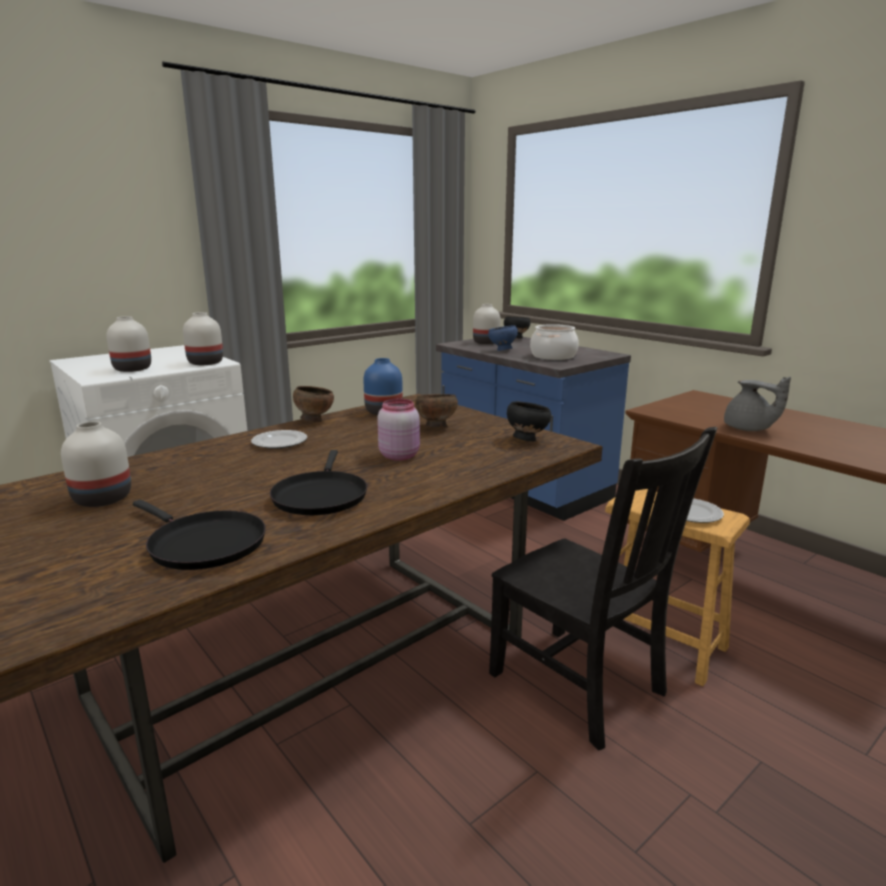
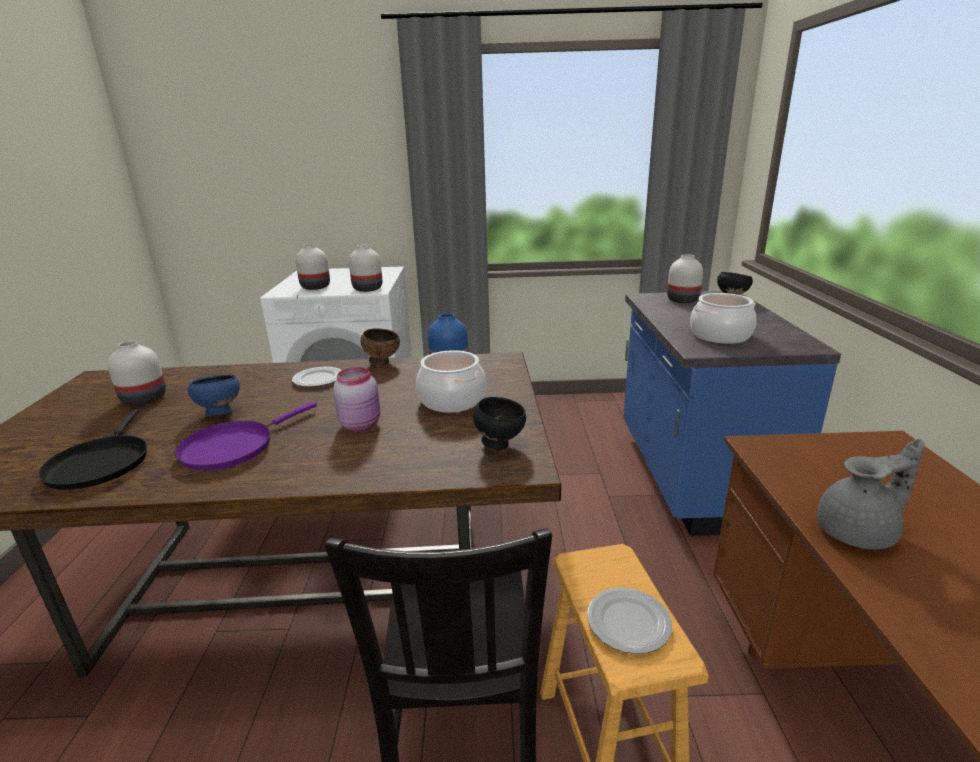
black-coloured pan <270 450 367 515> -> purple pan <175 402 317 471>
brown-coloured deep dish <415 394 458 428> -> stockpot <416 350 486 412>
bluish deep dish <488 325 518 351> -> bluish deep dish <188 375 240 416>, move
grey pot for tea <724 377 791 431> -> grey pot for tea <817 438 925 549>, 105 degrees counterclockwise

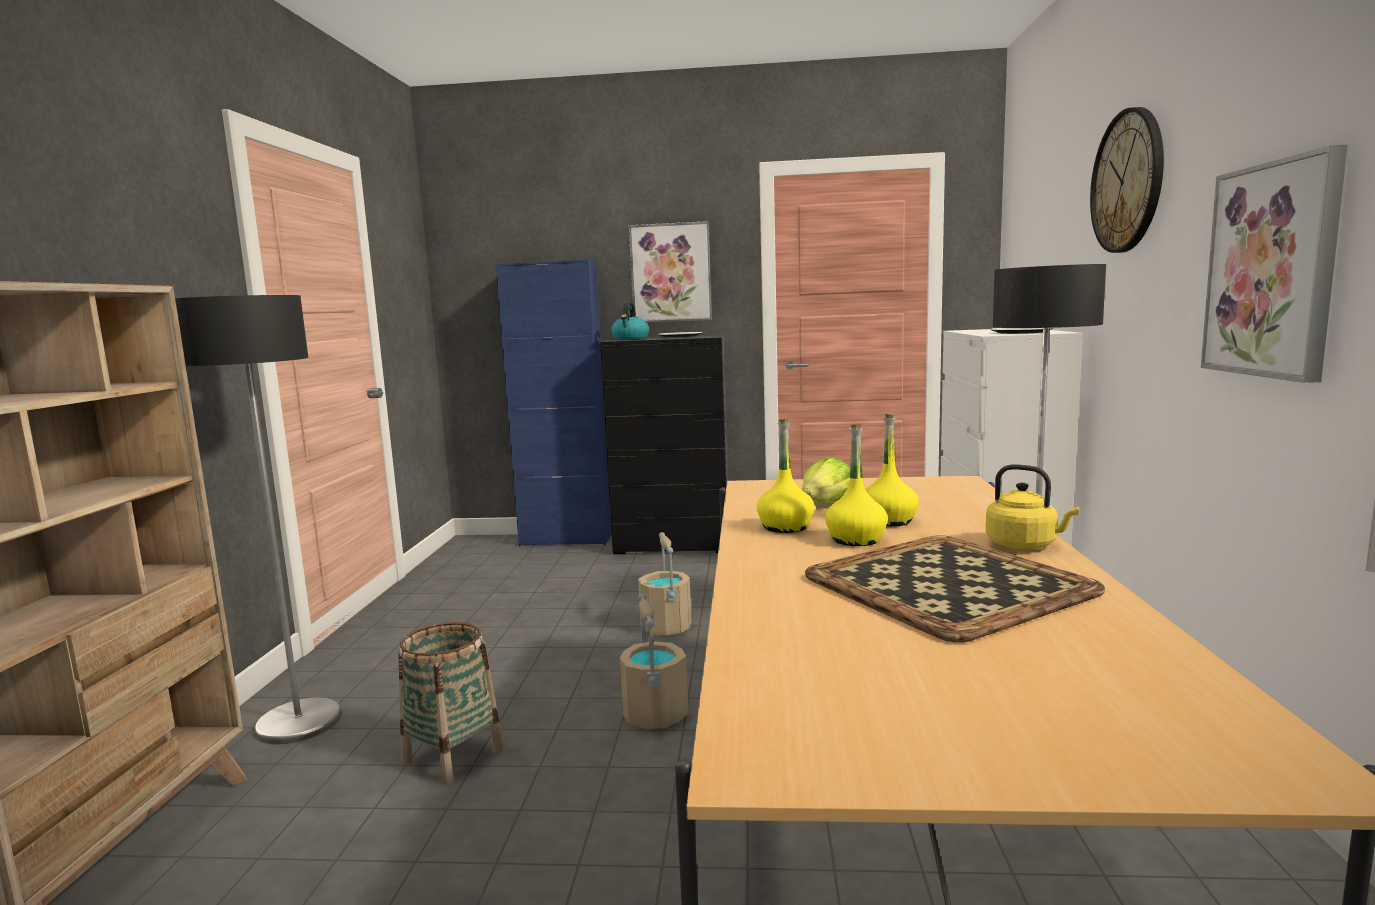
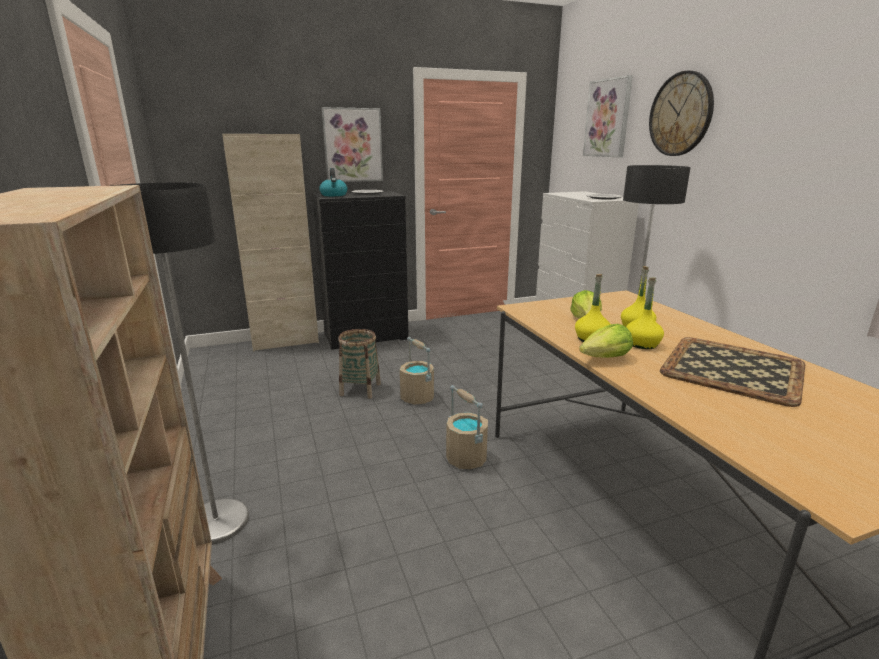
basket <398 622 503 785> -> basket <338 329 381 399>, move
bluish cabinet <496 259 612 546> -> beige-coloured cabinet <222 134 319 351>
yellowish water kettle <986 464 1079 549> -> none
wall art <1201 145 1347 383> -> wall art <583 75 633 157>, move
none -> lettuce head <579 324 633 358>

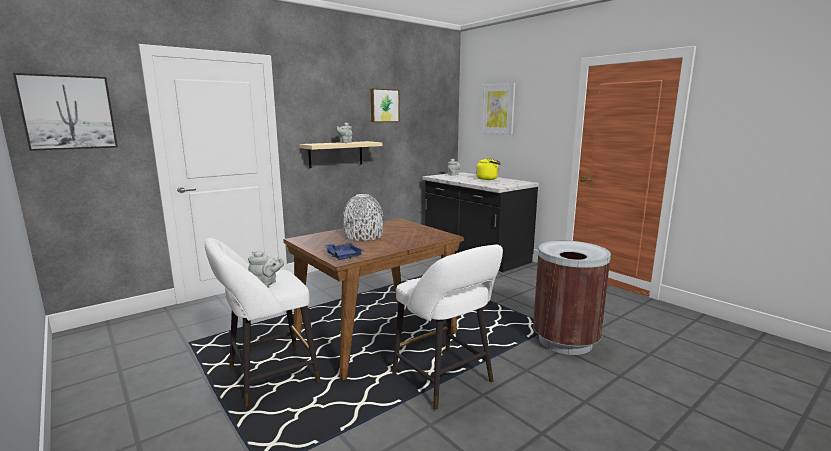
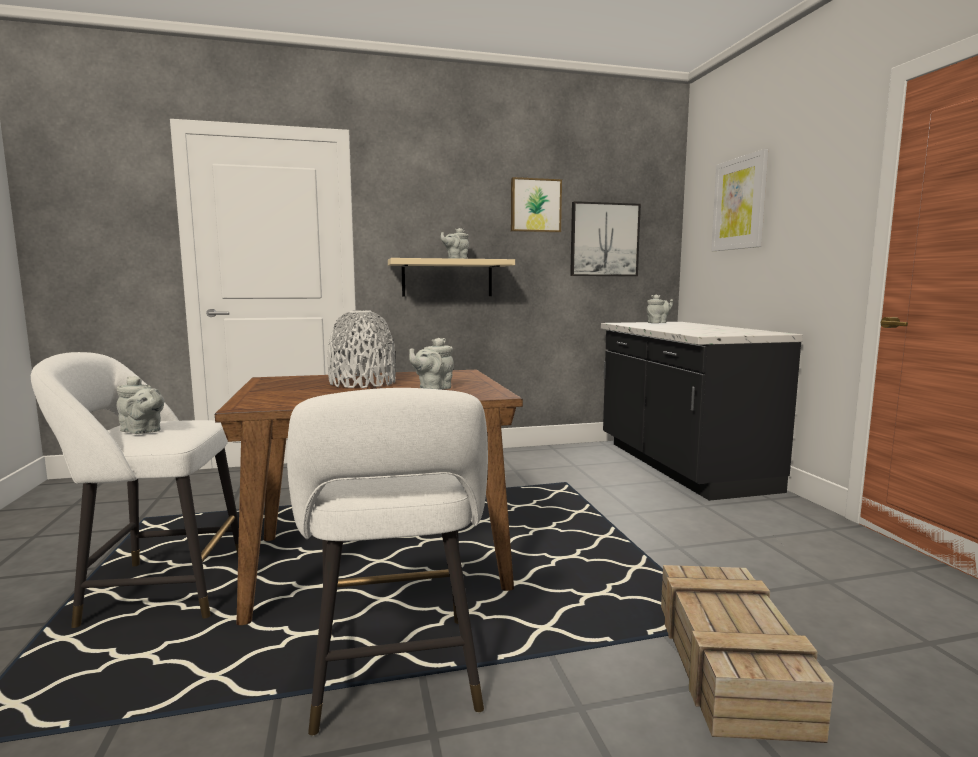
wall art <13 73 118 151> -> wall art <570 201 641 276>, move
bluish serving tray <325 243 364 260> -> none
yellowish water kettle <476 158 501 180> -> none
brown-coloured rubbish bin <533 241 611 355> -> shipping crate <661 565 834 743>
none -> grey pot for tea <409 338 454 390>

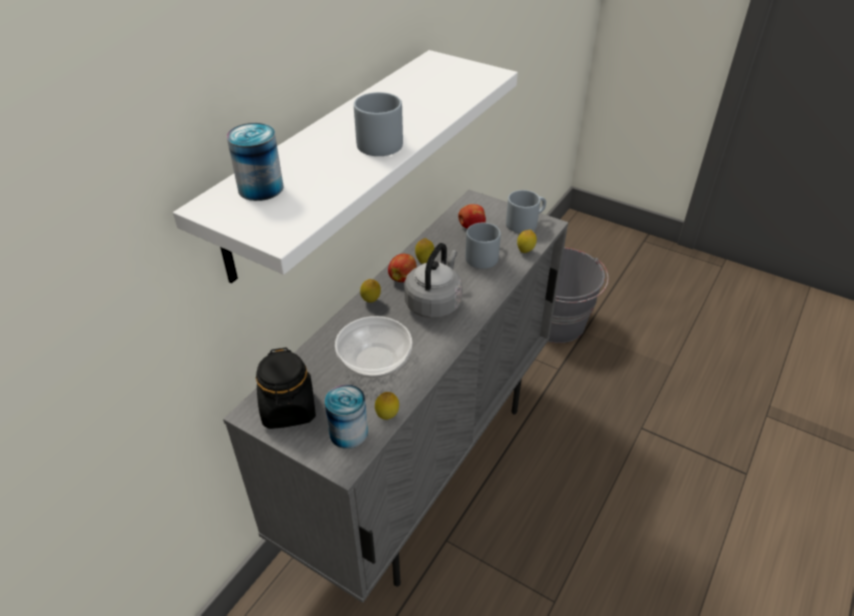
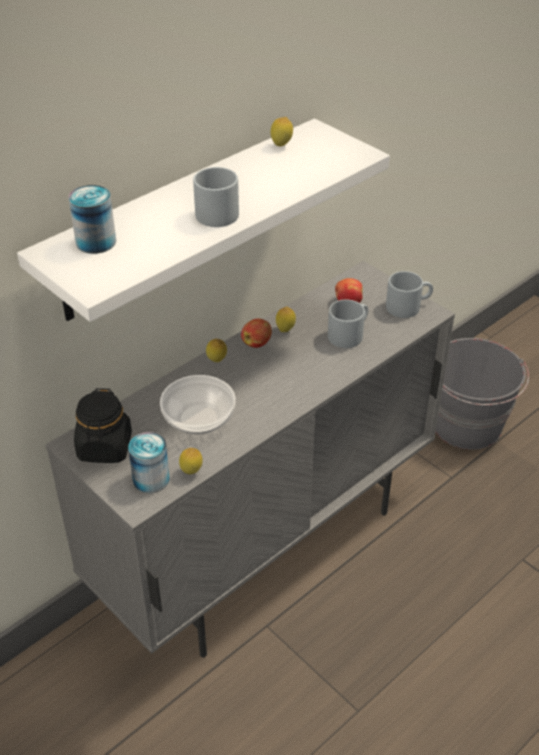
grey water kettle <404 243 462 318> -> none
whole lemon <517 229 537 253> -> whole lemon <270 117 293 146>, move

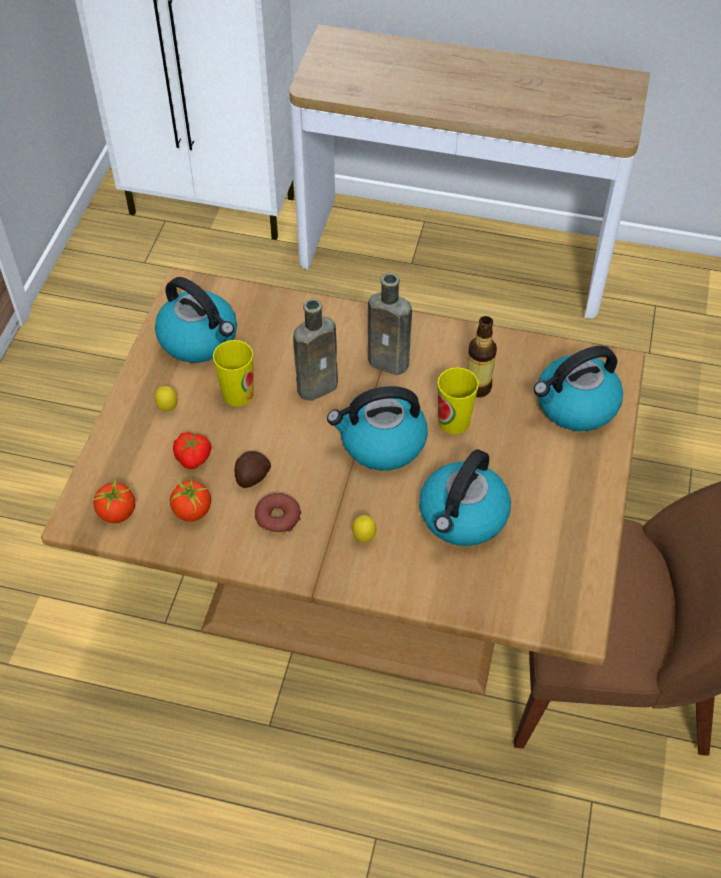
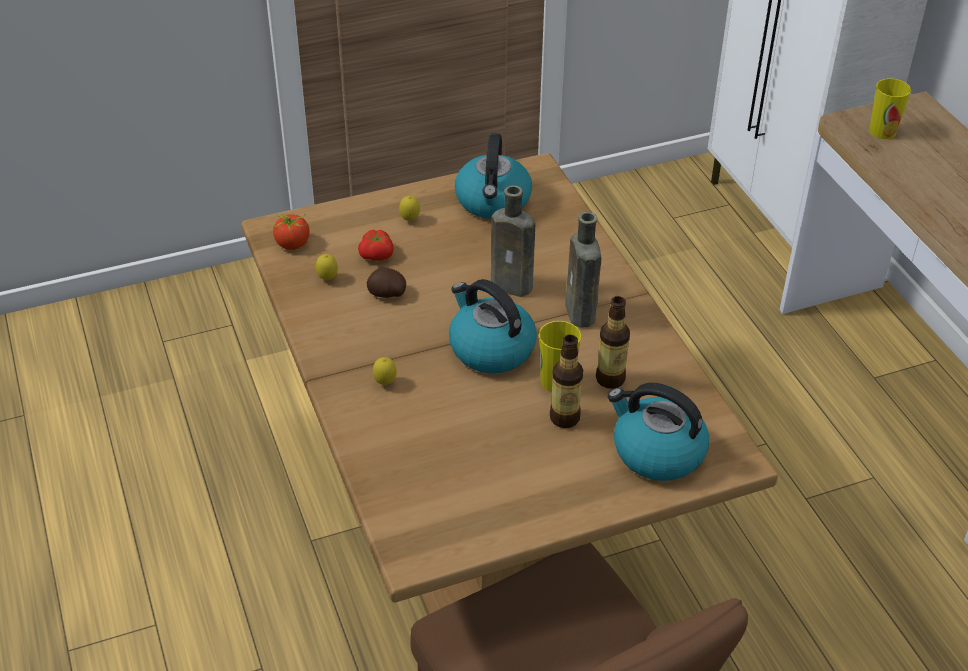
fresh tomato <170 471 211 522> -> whole lemon <316 254 338 280>
small cup <213 340 254 406> -> small cup <869 78 911 139>, move
donut <255 493 301 534> -> none
water kettle <419 450 511 546> -> none
none -> beverage bottle <550 335 583 428>

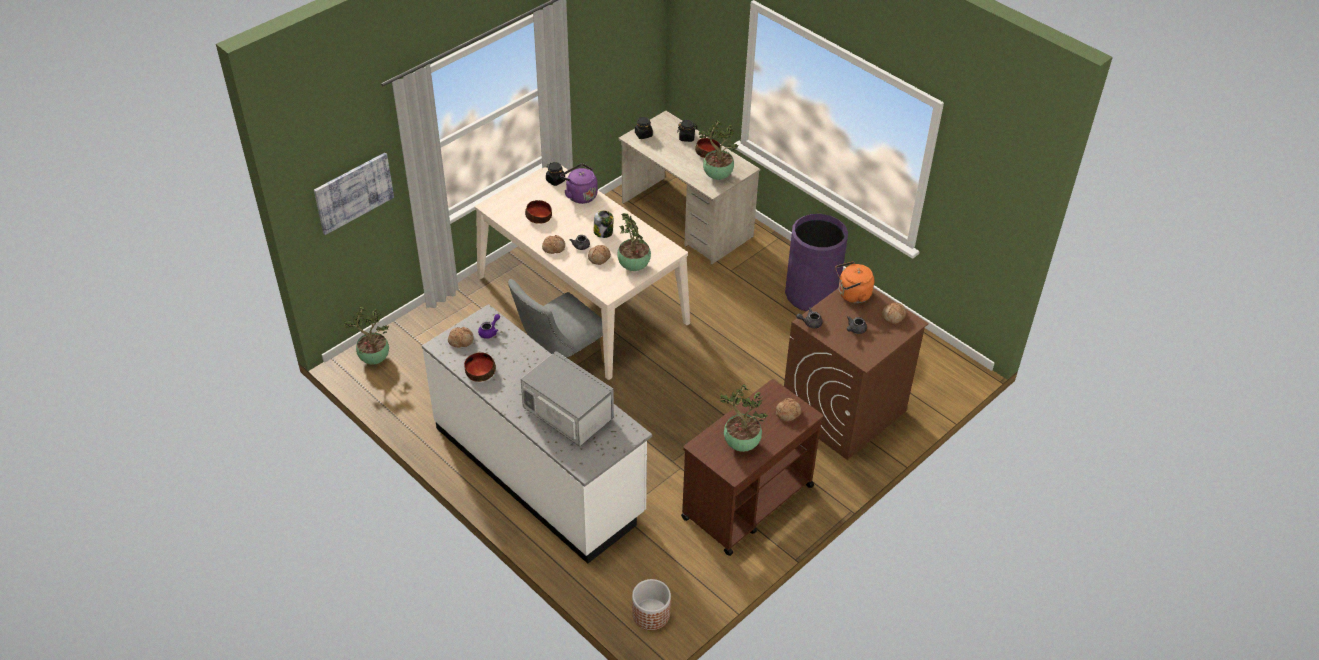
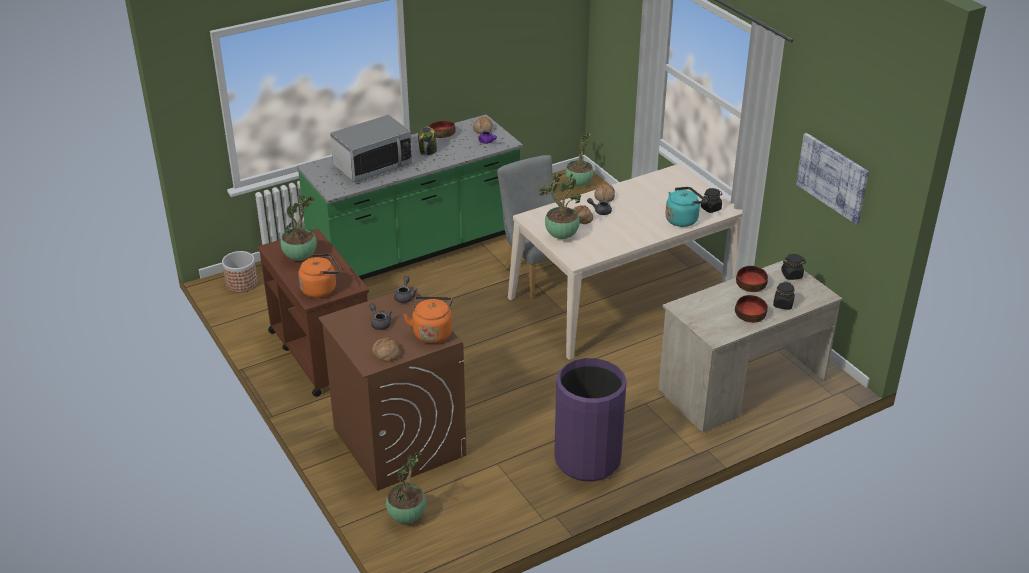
wall art <314 153 394 235> -> wall art <796 133 869 224>, move
whitish counter <422 304 652 564> -> green counter <297 115 523 280>
deep dish <525 200 552 224> -> deep dish <736 266 768 292>, move
purple water kettle <560 164 598 204> -> blue-green water kettle <665 187 707 227>
jar <594 210 613 238> -> jar <418 127 437 155>, move
potted plant <699 121 739 180> -> potted plant <386 452 426 523>, move
baked bread <776 398 801 421> -> orange water kettle <298 254 340 298>

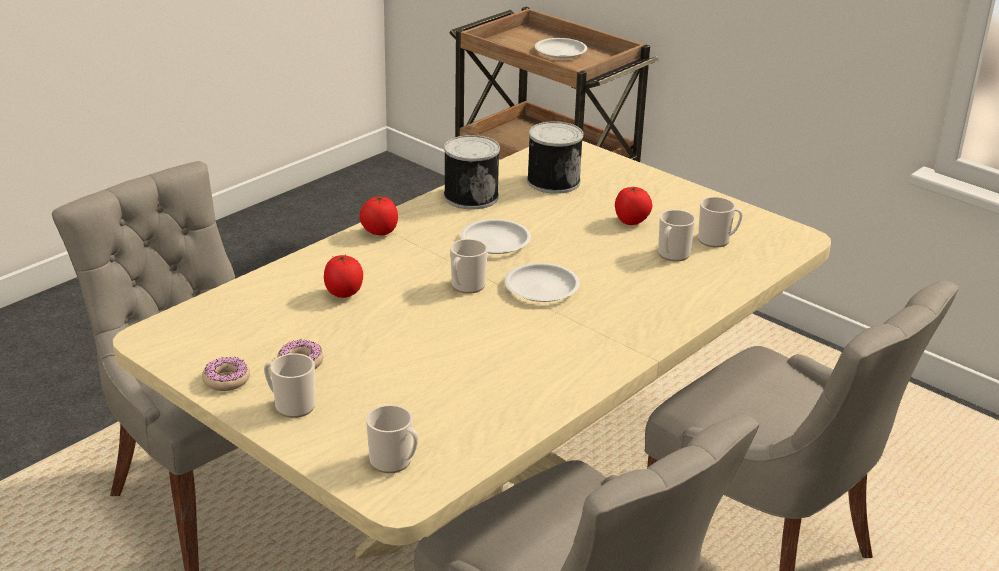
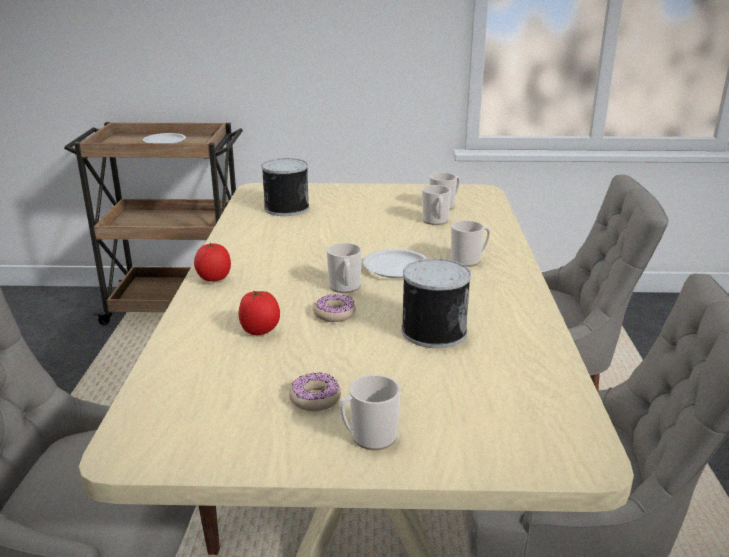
donut <202 357 250 391> -> donut <313 294 356 322>, move
coffee mug <366 405 418 473> -> coffee mug <451 220 490 267>, move
metal can <444 135 500 209> -> metal can <401 258 471 348>, move
whitish flat dish <460 219 531 254> -> none
fresh tomato <615 186 652 225> -> none

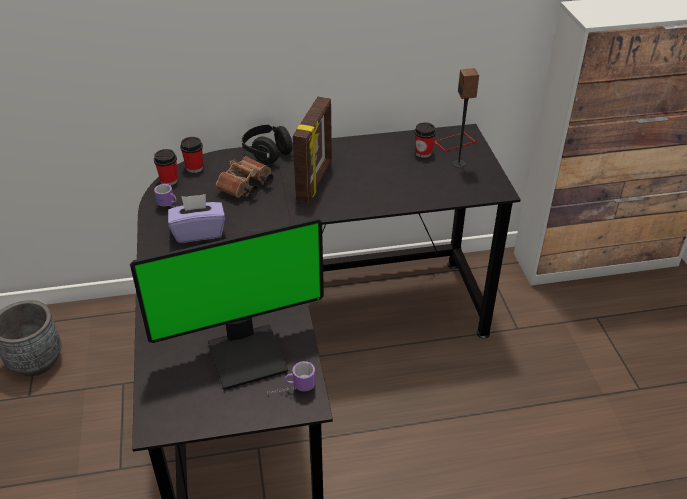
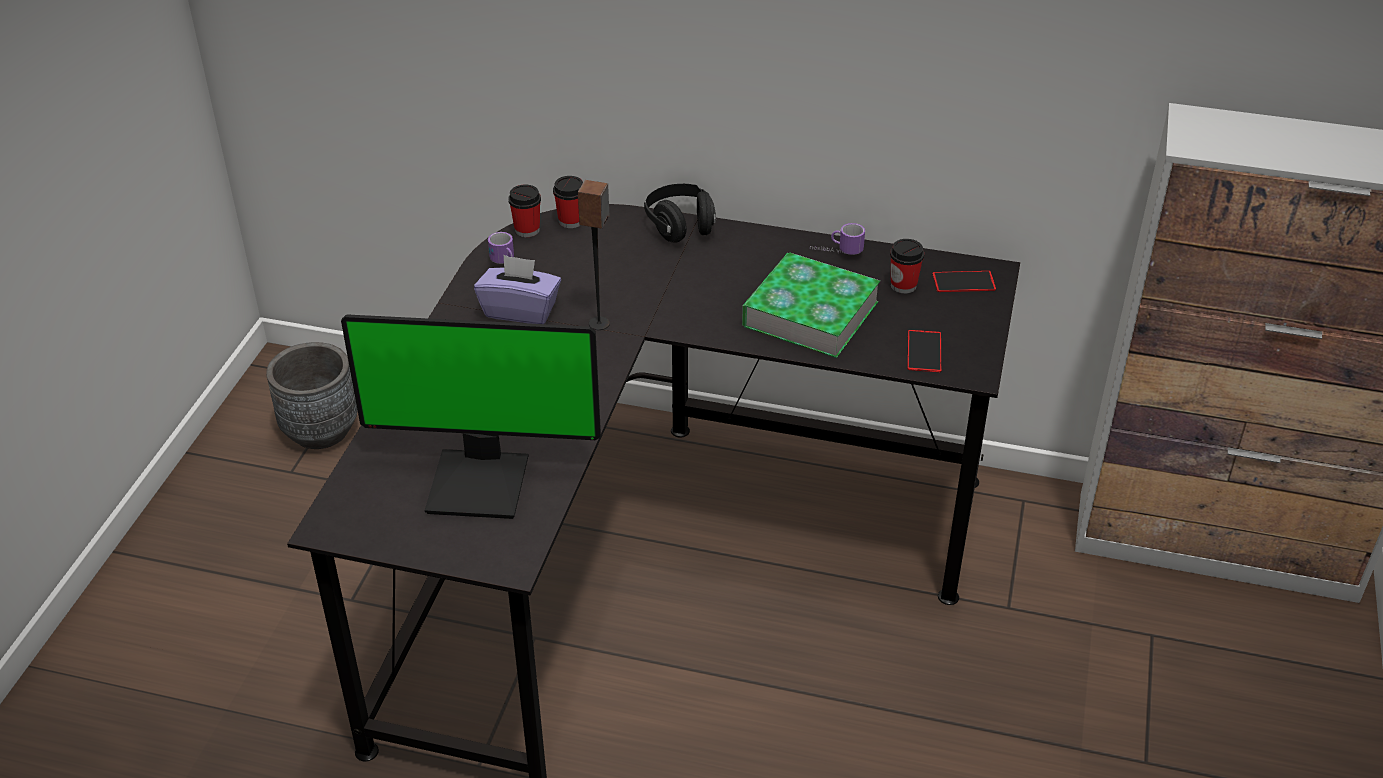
brown-coloured binoculars <215 156 274 198> -> none
coffee mug <267 361 316 394> -> coffee mug <810 223 865 255>, move
picture frame <293 97 332 203> -> none
loudspeaker <452 68 479 168> -> loudspeaker <578 180 610 330>, move
none -> volume <742 252 880 358>
none -> telephone <908 330 941 372>

